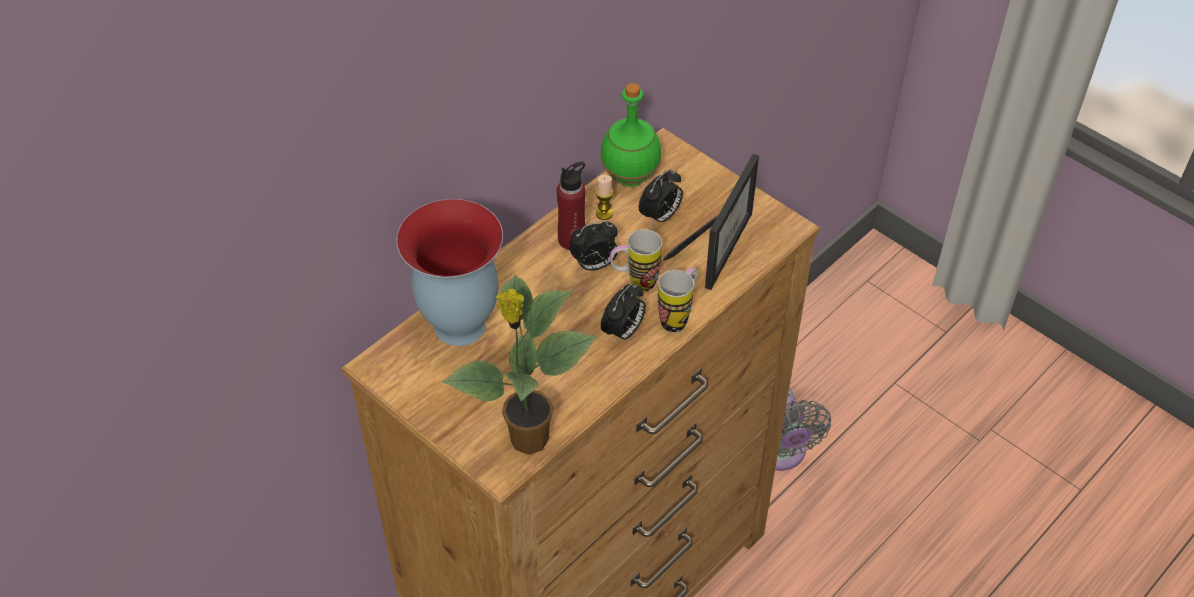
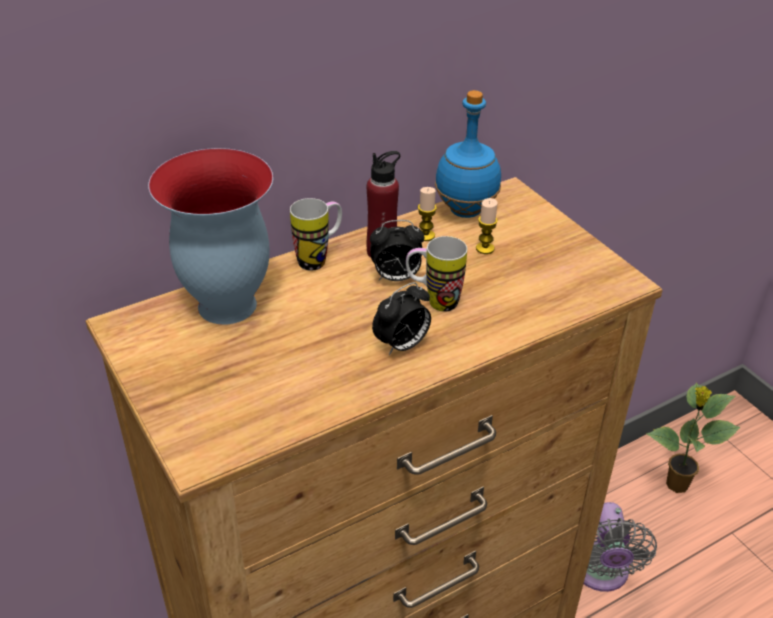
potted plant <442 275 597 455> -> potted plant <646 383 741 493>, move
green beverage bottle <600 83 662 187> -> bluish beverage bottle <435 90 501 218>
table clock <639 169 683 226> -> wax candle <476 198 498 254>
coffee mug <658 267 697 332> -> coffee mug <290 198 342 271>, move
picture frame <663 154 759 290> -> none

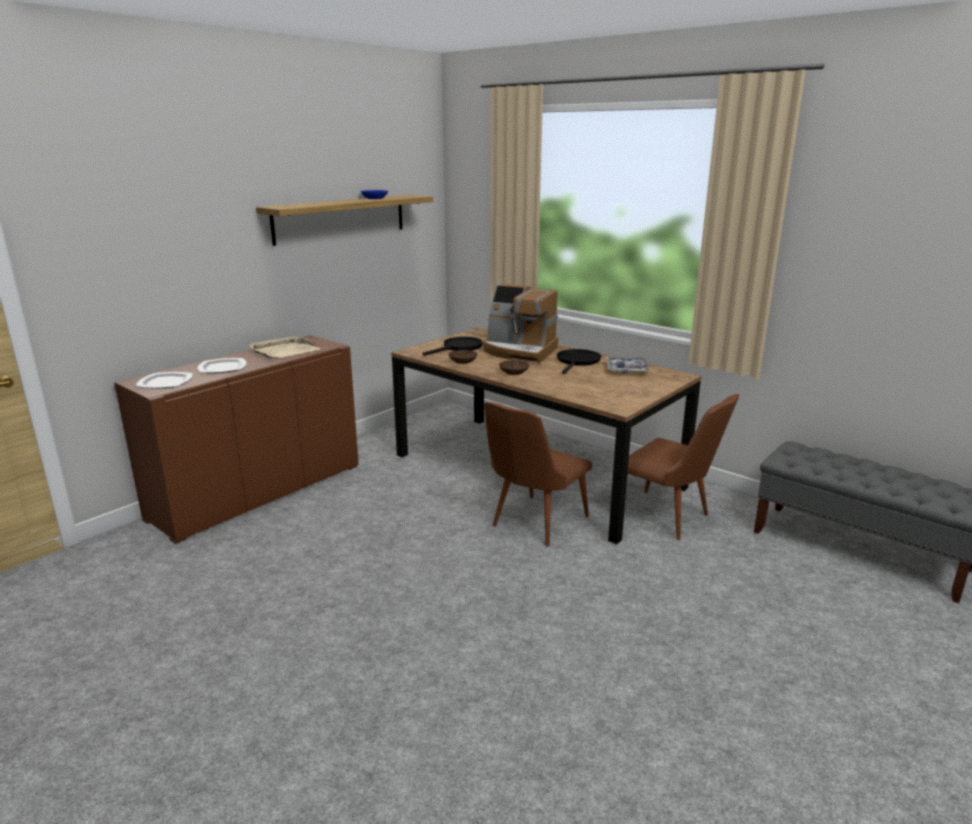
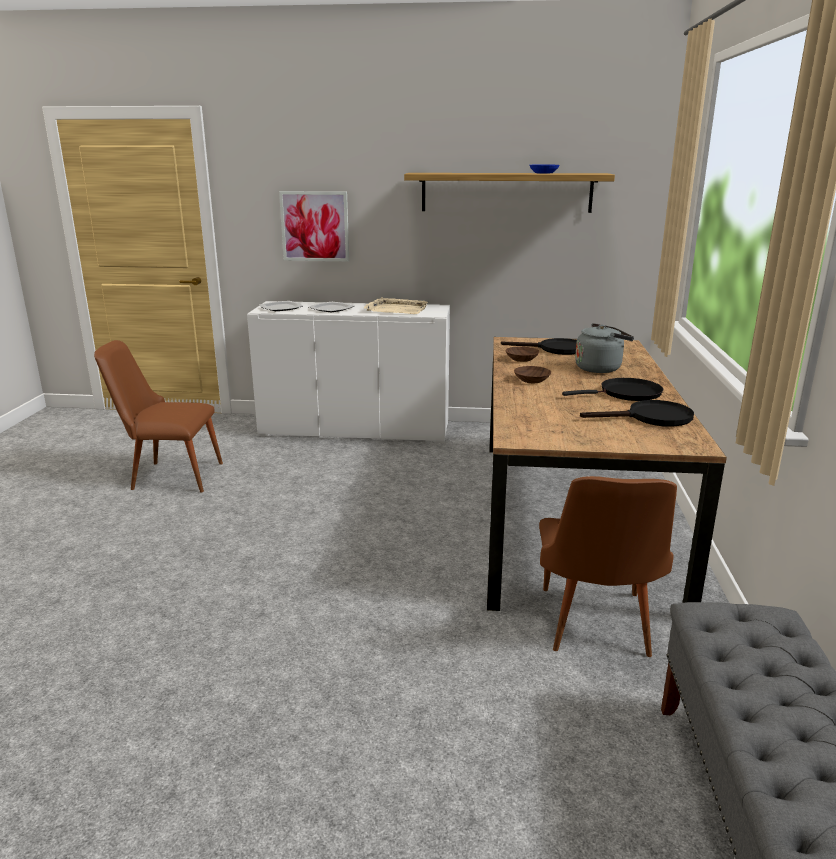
brown-coloured cabinet <114 335 359 544> -> whitish cabinet <247 301 450 443>
coffee brewer <483 284 558 364> -> grey water kettle <575 323 634 373>
brown-coloured upright chair <484 402 592 547> -> brown-coloured upright chair <94 340 223 492>, move
serving tray <607 357 649 374> -> black-coloured pan <580 400 694 427>
none -> wall art <279 191 349 262>

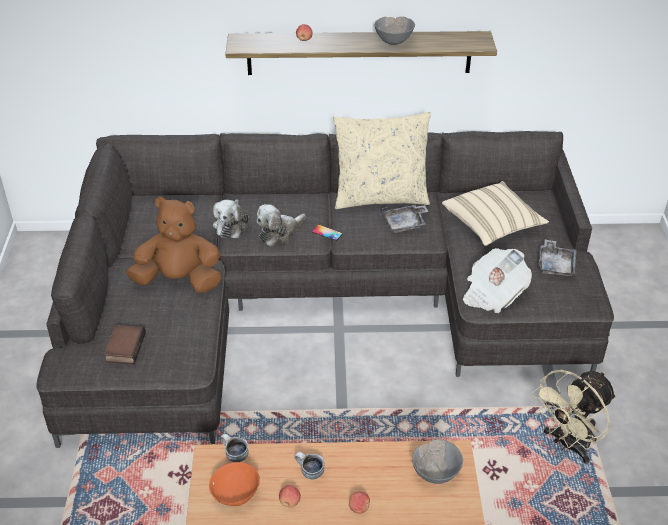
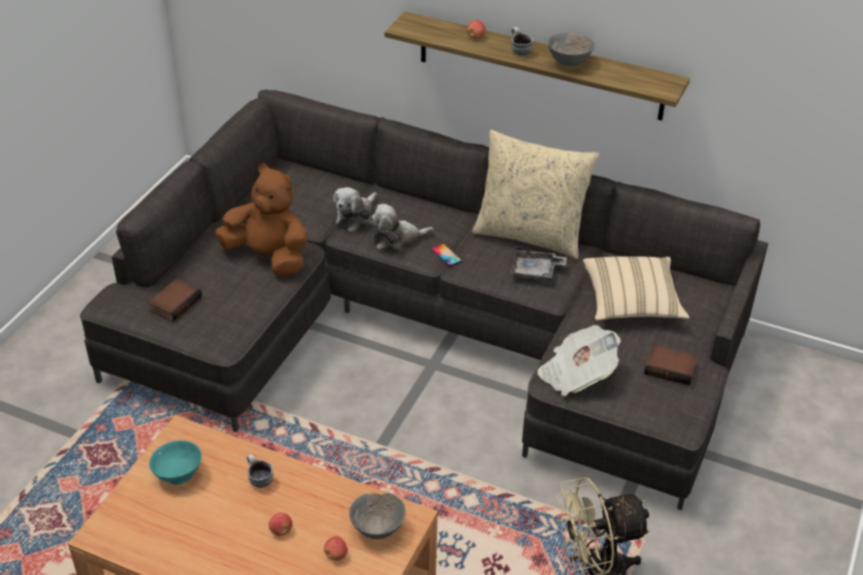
orange deep dish <209 462 260 506> -> blue-green deep dish <149 440 202 485>
coffee mug <221 434 249 462> -> coffee mug <512 27 533 55>, move
apple <279 485 301 507> -> apple <324 536 348 561>, move
grey serving tray <538 239 577 276> -> volume <644 345 697 385>

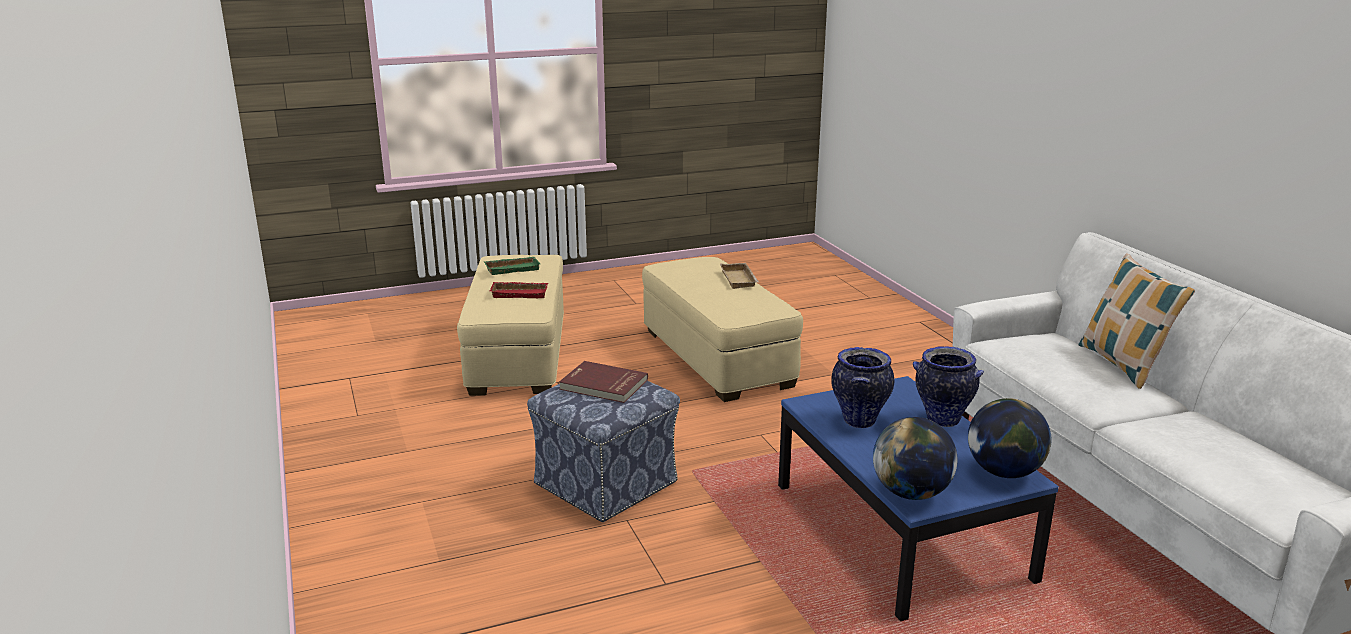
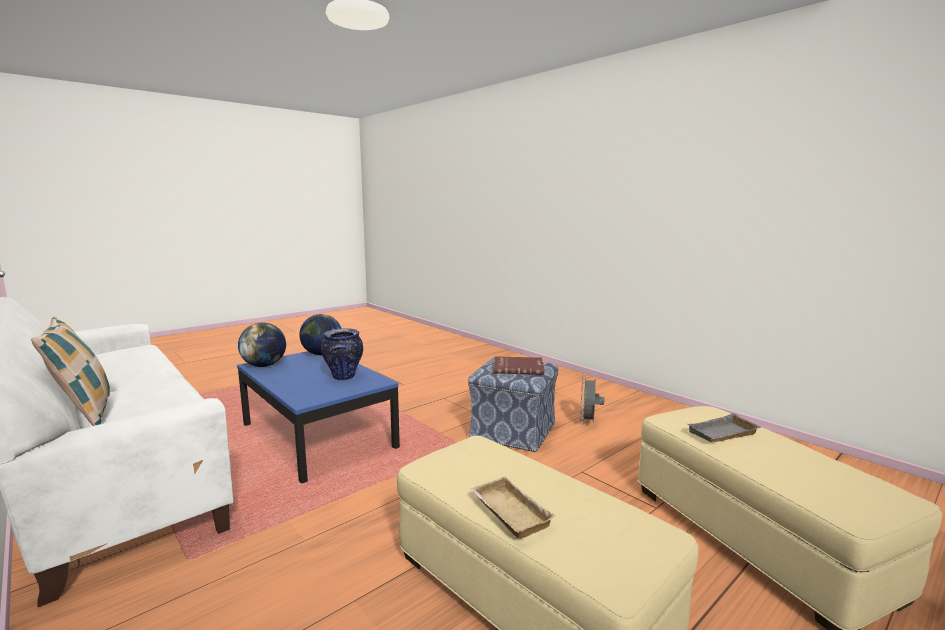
green serving tray <484 257 540 275> -> none
reddish serving tray <490 282 548 298> -> grey serving tray <688 413 761 442>
vase <913 346 984 427> -> none
none -> grey electric fan <580 375 604 424>

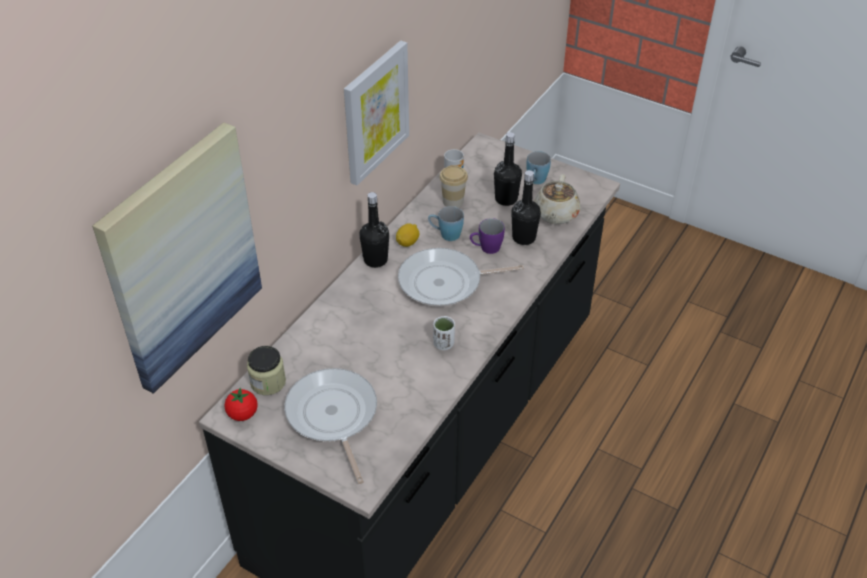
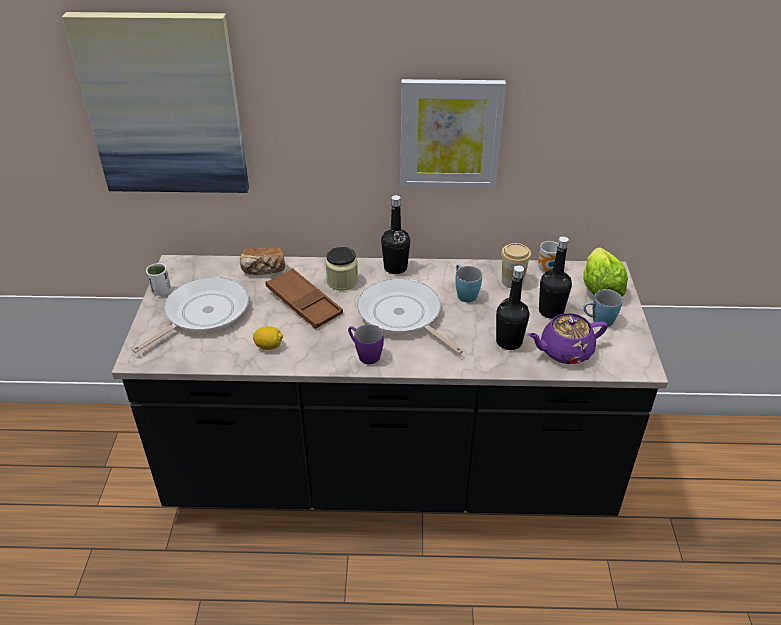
fresh tomato <224 388 258 421> -> none
jar <247 346 286 395> -> jar <325 247 358 291>, move
whole lemon <396 223 419 247> -> whole lemon <253 326 283 350>, move
whitish small cup <433 316 455 350> -> whitish small cup <146 263 171 296>, move
purple coffee mug <470 218 505 254> -> purple coffee mug <348 324 384 364>, move
beige-coloured pot for tea <534 174 580 224> -> purple pot for tea <528 313 608 364>
none -> baked bread <240 247 285 275>
none -> brown-coloured serving tray <265 268 343 329>
none -> lettuce head <583 247 628 297>

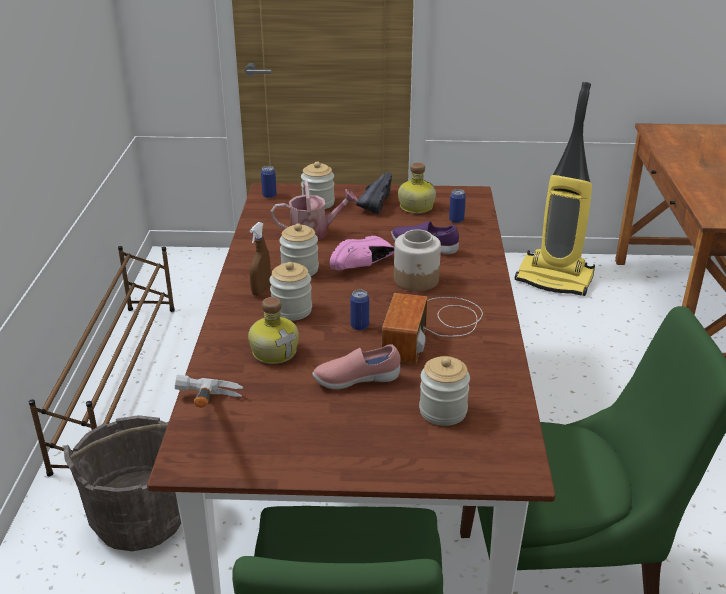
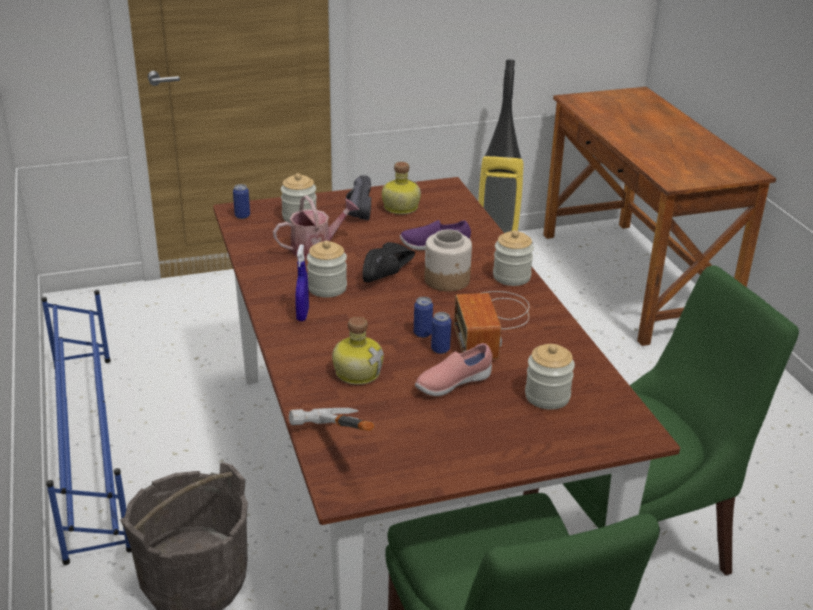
brown-coloured shoe shelf <29 246 175 476> -> bluish shoe shelf <41 290 132 565>
brown-coloured spray bottle <249 222 271 296> -> bluish spray bottle <295 244 309 321>
jar <270 262 312 321> -> jar <493 230 534 286>, move
pink-coloured shoe <330 236 394 270> -> black-coloured shoe <363 242 415 282>
metal can <449 189 466 223> -> metal can <431 312 451 354>, move

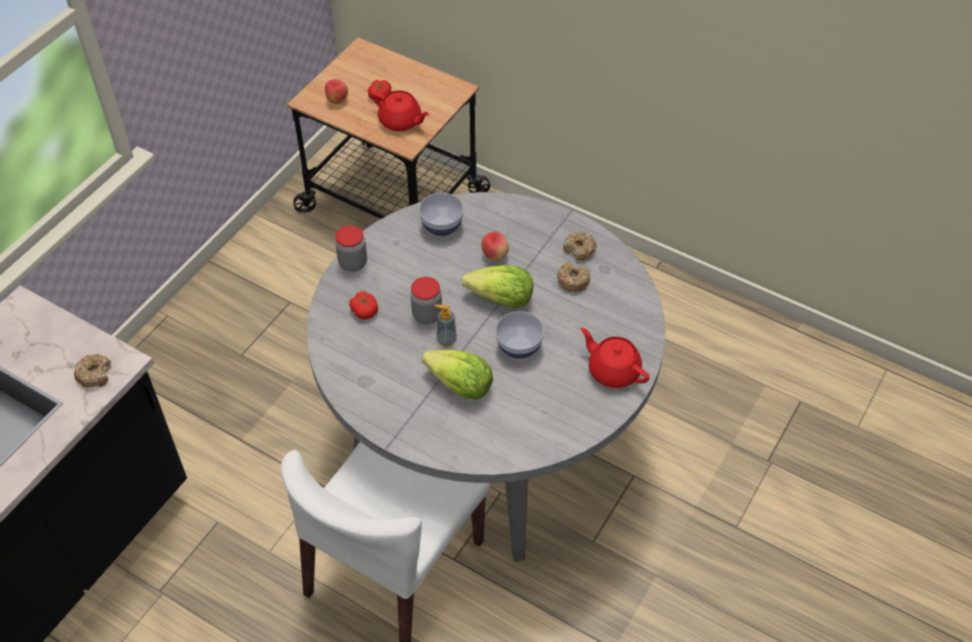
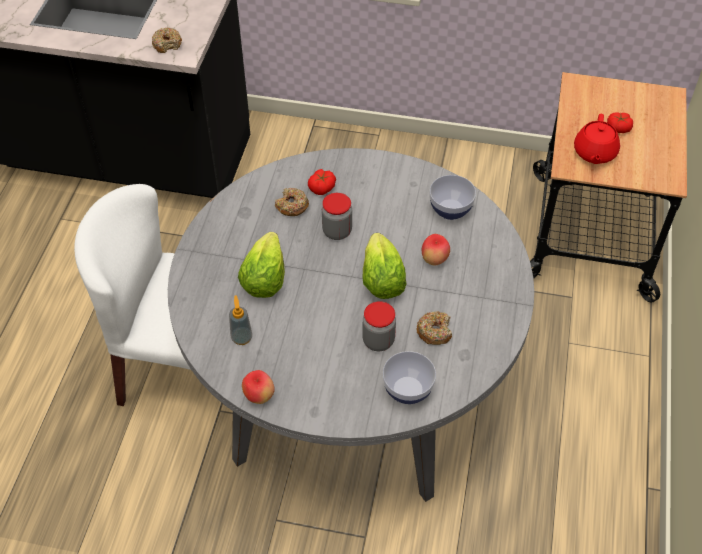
apple <325 79 348 104> -> apple <242 370 275 404>, move
jar <335 225 367 272> -> jar <362 301 396 351>, move
liquid soap bottle <435 304 457 346> -> liquid soap bottle <229 295 252 345>, move
deep dish <496 311 544 359> -> deep dish <383 351 436 404>, move
donut <563 231 597 260> -> donut <275 188 309 216>, move
reddish pot for tea <581 328 650 388> -> none

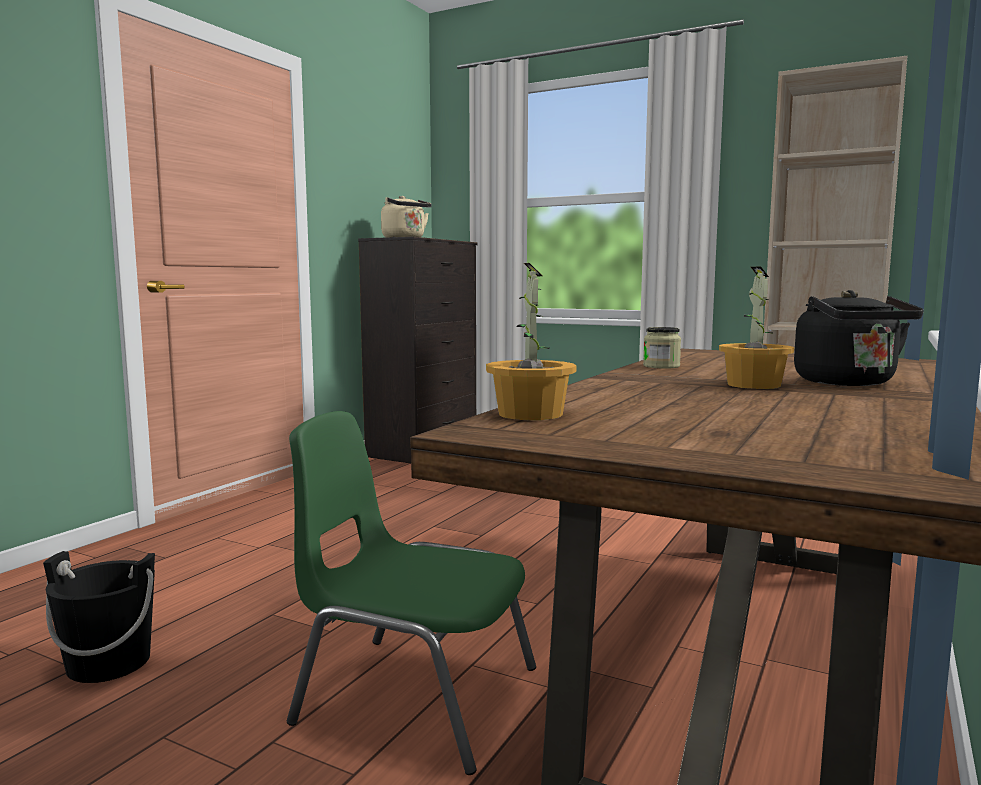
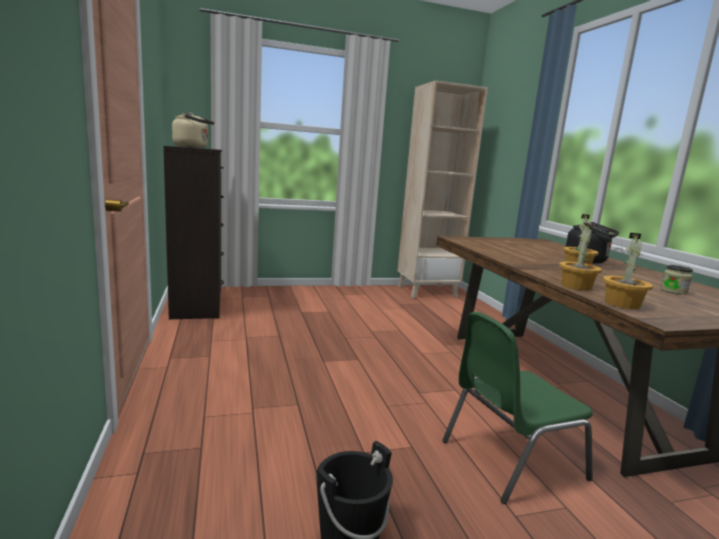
jar <643 327 681 369> -> jar <660 265 693 295>, move
none -> potted plant <559 222 602 291>

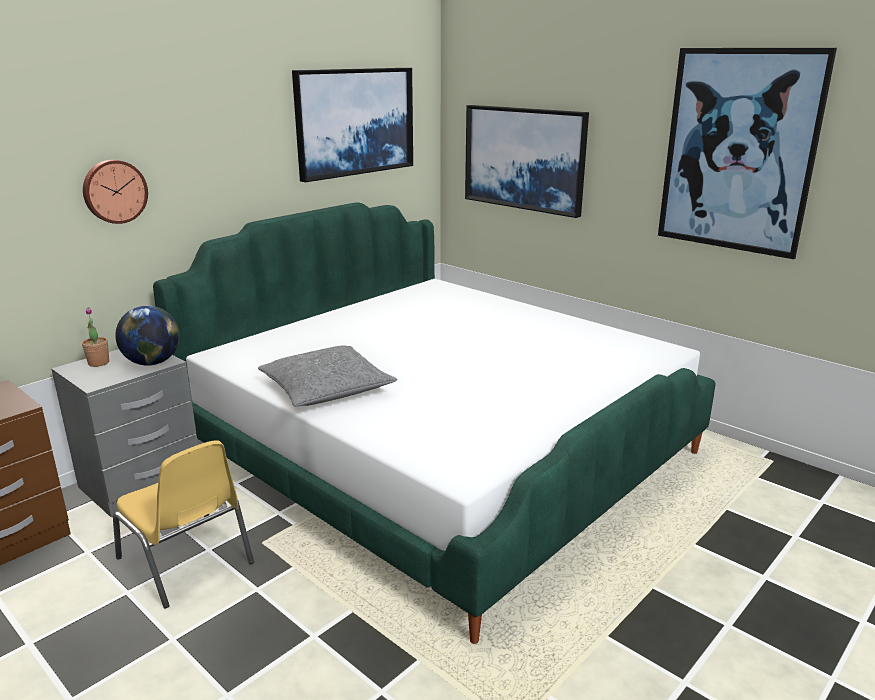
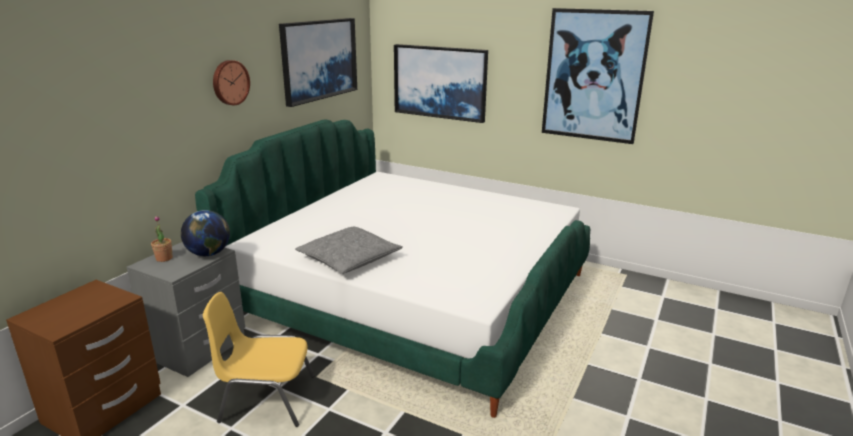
hanging clock <83 160 148 224> -> hanging clock <213 60 250 105>, move
yellowish upright chair <113 440 254 608> -> yellowish upright chair <203 292 315 427>, 150 degrees clockwise

